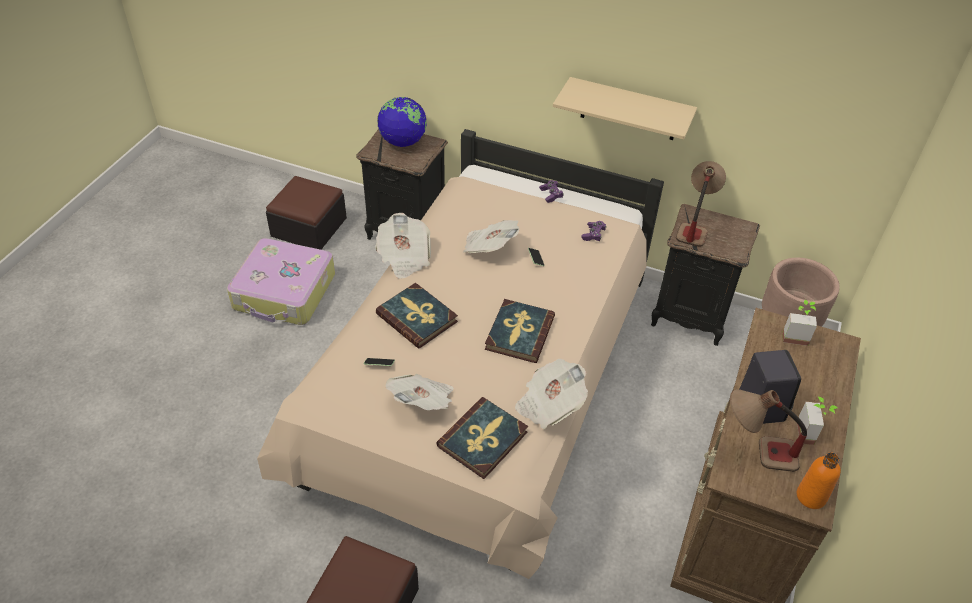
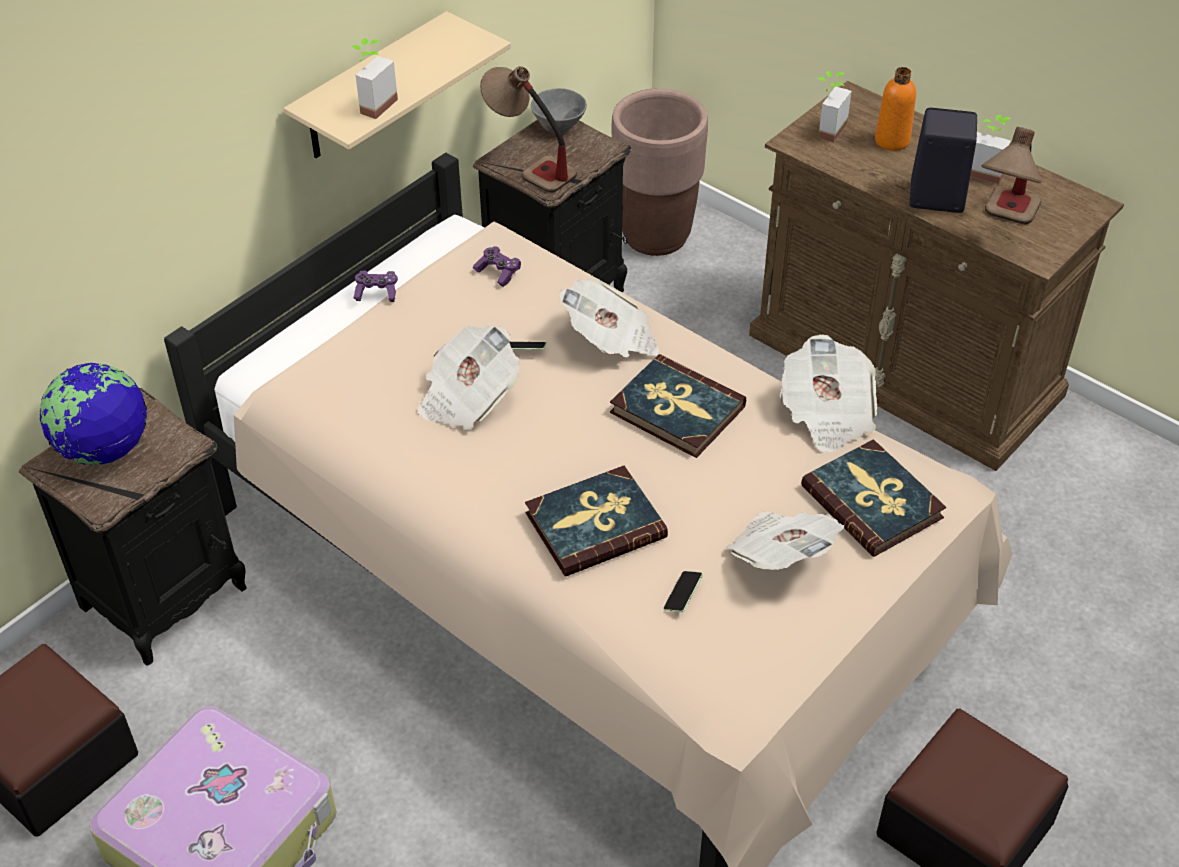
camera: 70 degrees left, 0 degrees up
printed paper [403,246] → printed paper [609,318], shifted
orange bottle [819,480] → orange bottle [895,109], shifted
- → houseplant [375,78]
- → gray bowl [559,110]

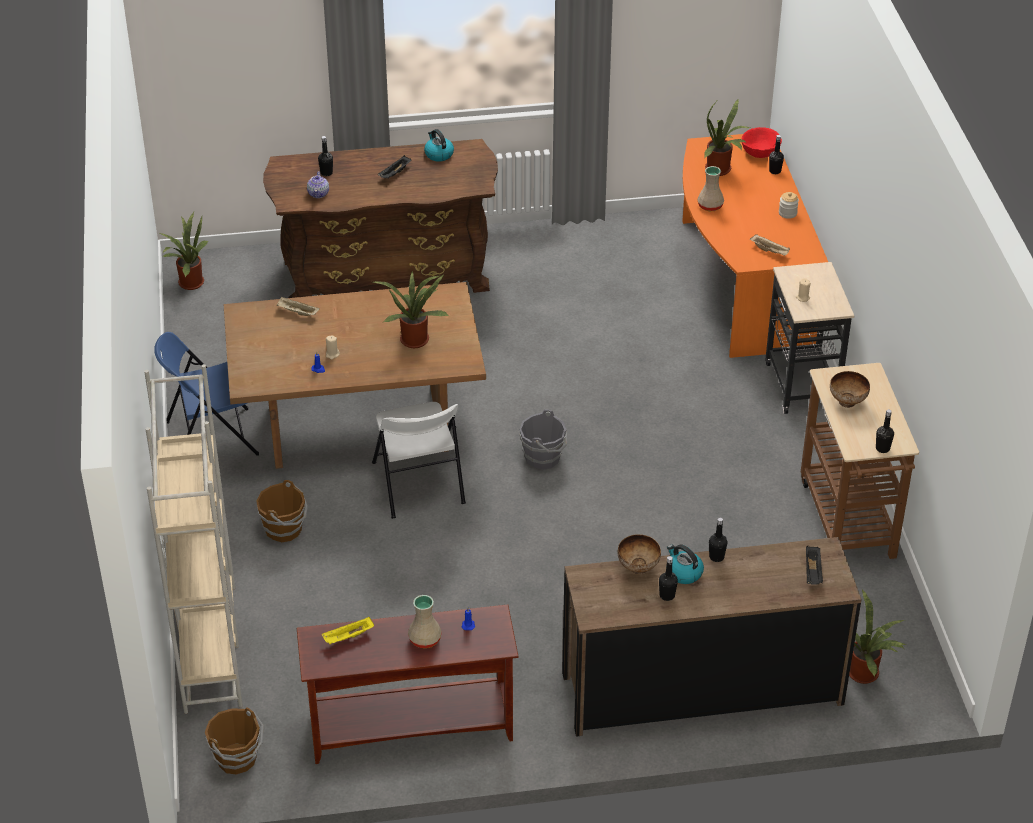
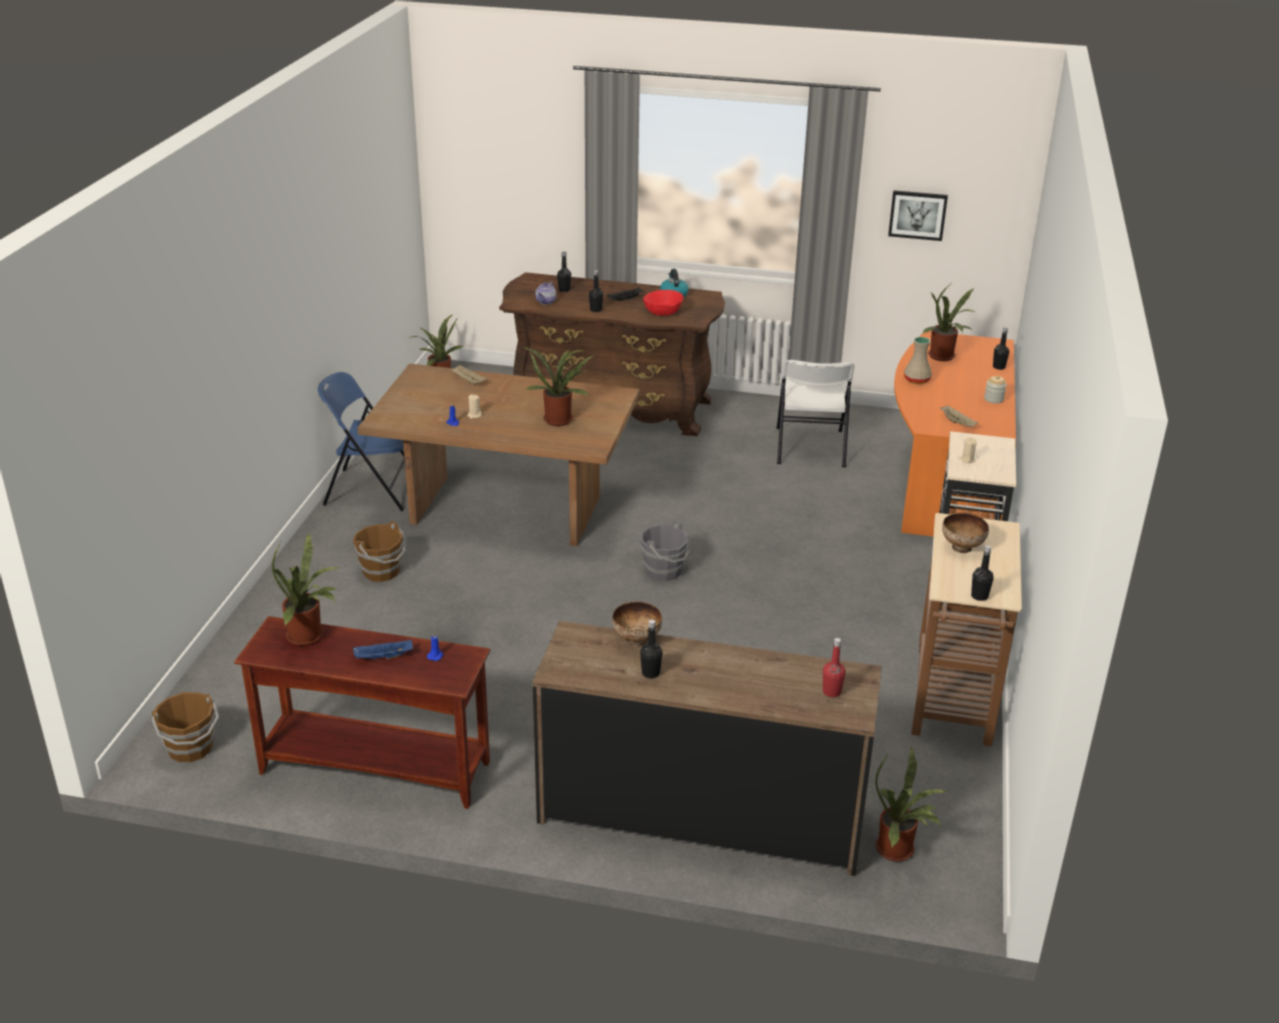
camera: 20 degrees right, 10 degrees down
sand-coloured bookshelf [193,539] → -
yellow carrying tray [348,630] → houseplant [306,590]
white upright chair [419,460] → white upright chair [815,413], shifted
sand-coloured flower vase [425,621] → bluish carrying tray [383,649]
tea kettle [685,564] → -
blackish bottle [718,539] → blackish bottle [596,291], shifted
reddish bowl [762,142] → reddish bowl [663,303], shifted
blackish carrying tray [814,565] → reddish bottle [834,667]
- → picture [918,215]

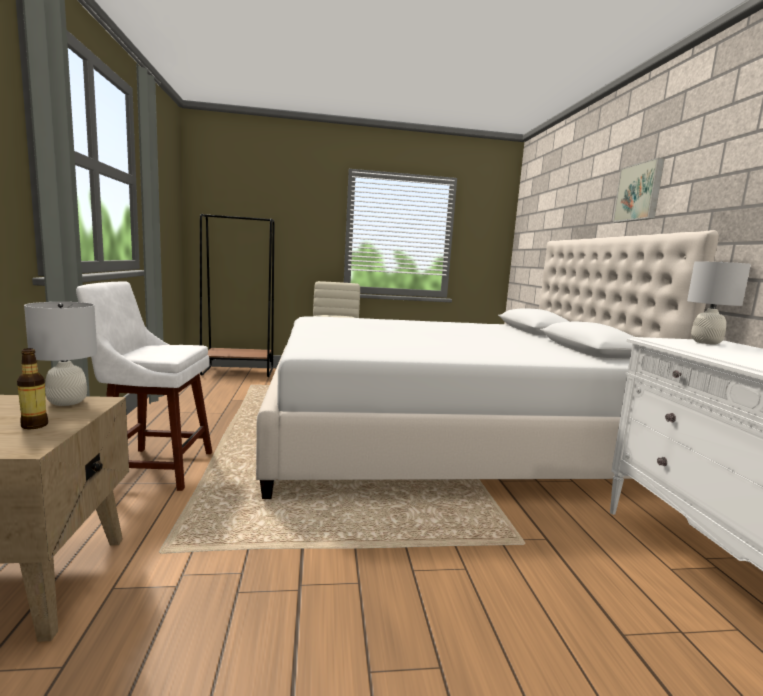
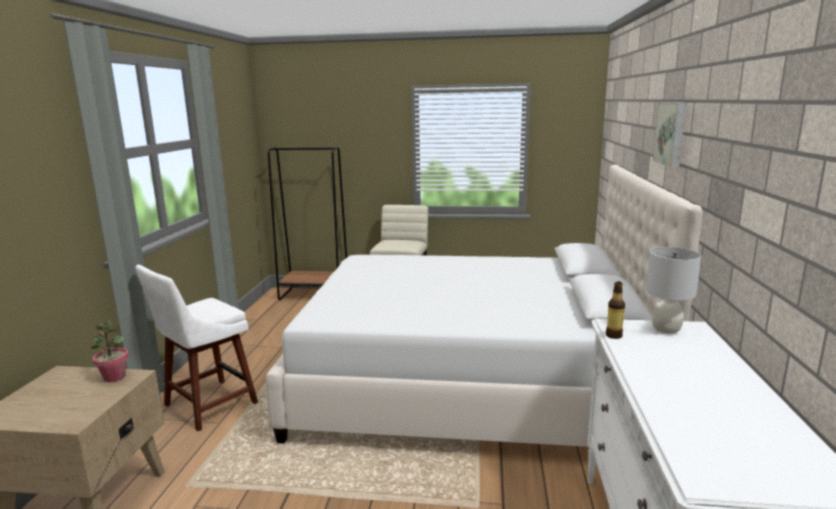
camera: 15 degrees right, 5 degrees up
bottle [32,388] → bottle [615,310], shifted
gray lamp for a table [60,354] → houseplant [109,350]
white upright chair [144,386] → white upright chair [196,347], 60 degrees counterclockwise

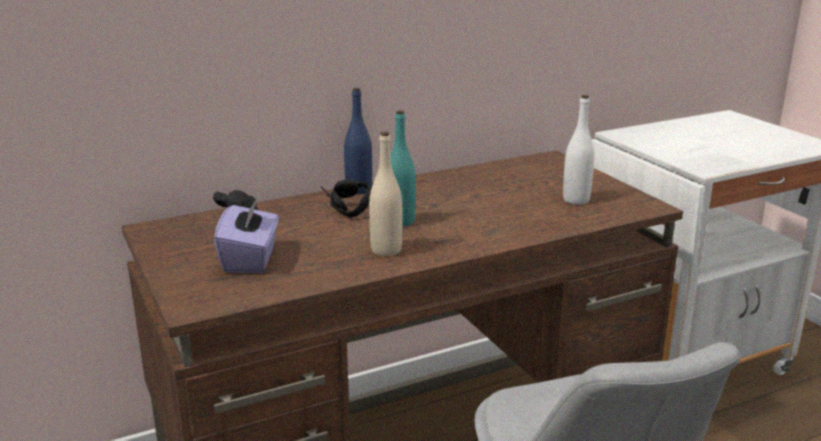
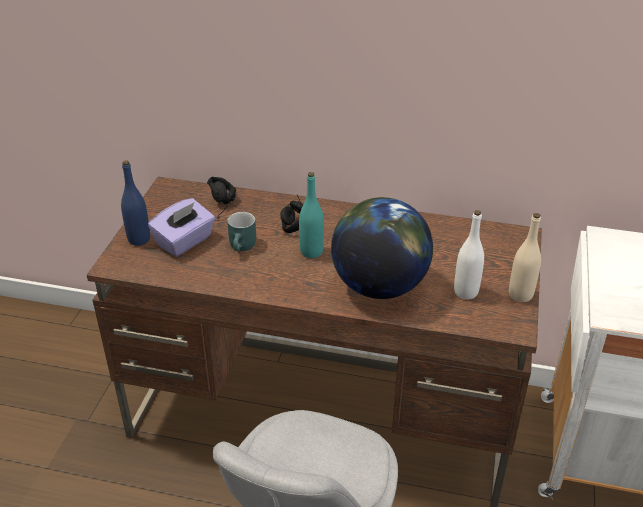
camera: 40 degrees right, 15 degrees up
bluish bottle [358,141] → bluish bottle [135,203], shifted
sand-coloured bottle [385,194] → sand-coloured bottle [525,257], shifted
- → blue-green tea mug [241,231]
- → globe [382,248]

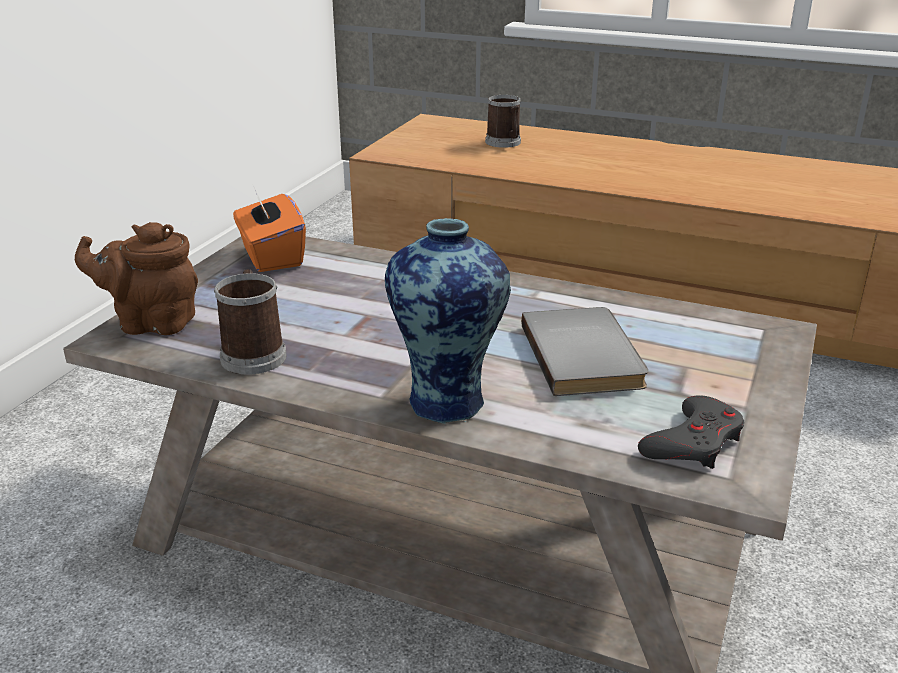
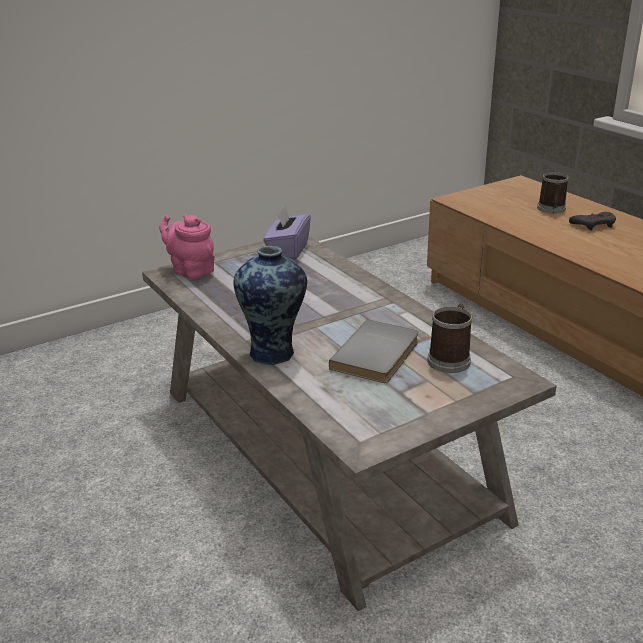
camera: 35 degrees right, 0 degrees up
brownish teapot [136,278] → pinkish teapot [187,246]
tea mug [250,322] → tea mug [449,338], shifted
orange tissue holder [269,228] → purplish tissue holder [287,232]
gray gamepad [691,432] → gray gamepad [592,221], shifted

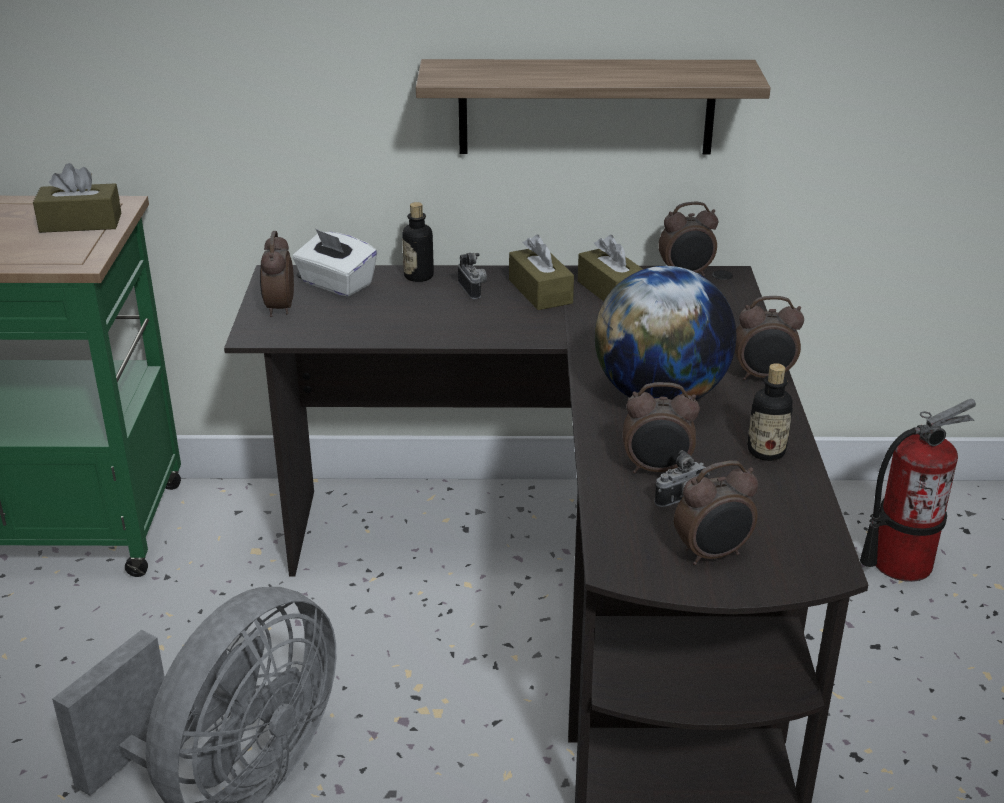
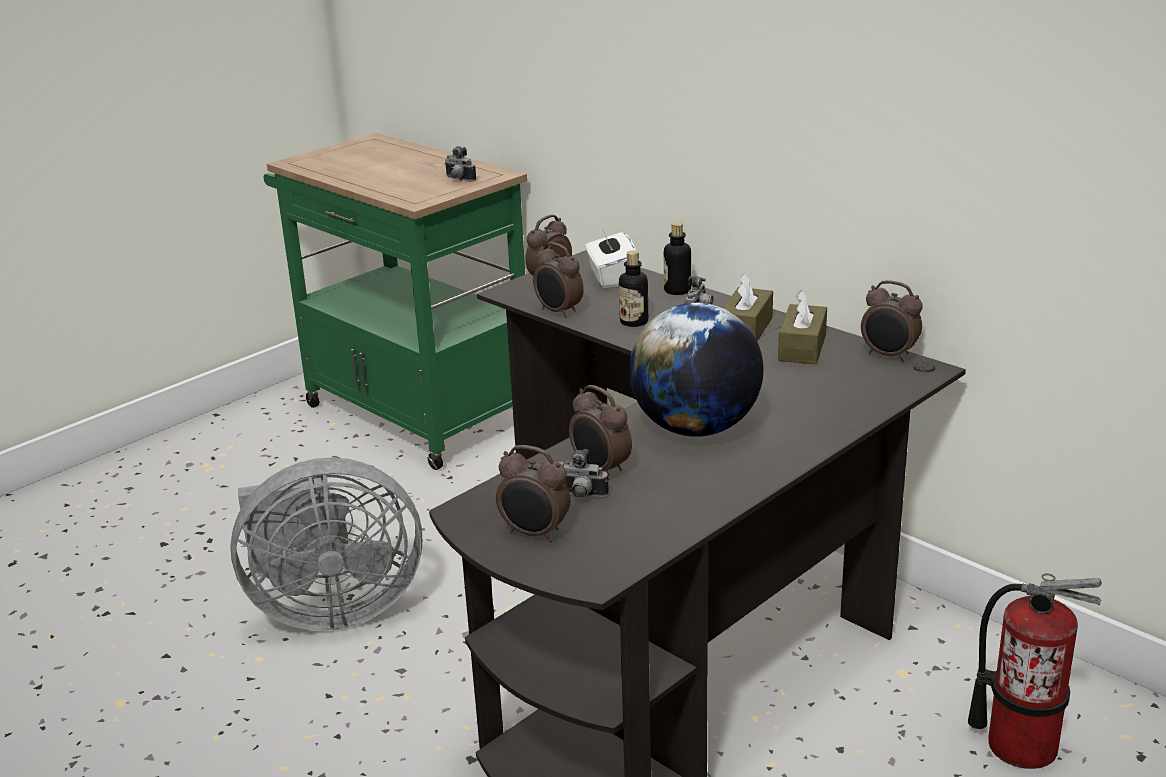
camera: 45 degrees right, 5 degrees down
brownish tissue holder [77,198] → still camera [460,164]
bracket shelf [593,106] → -
bedside clock [769,338] → bedside clock [558,280], shifted
bottle [770,412] → bottle [633,289], shifted

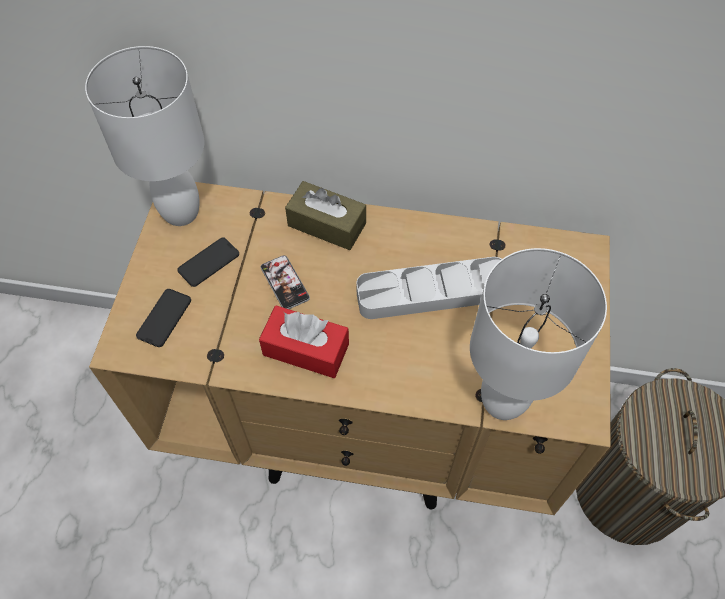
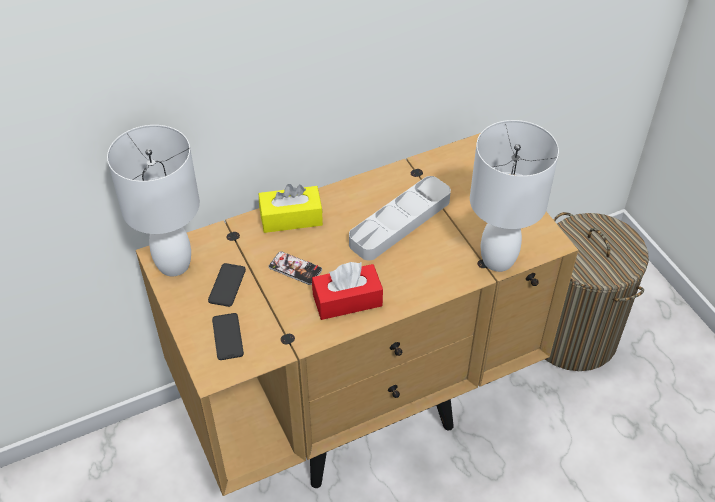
camera: 35 degrees left, 10 degrees down
brownish tissue holder [325,215] → yellow tissue holder [291,208]

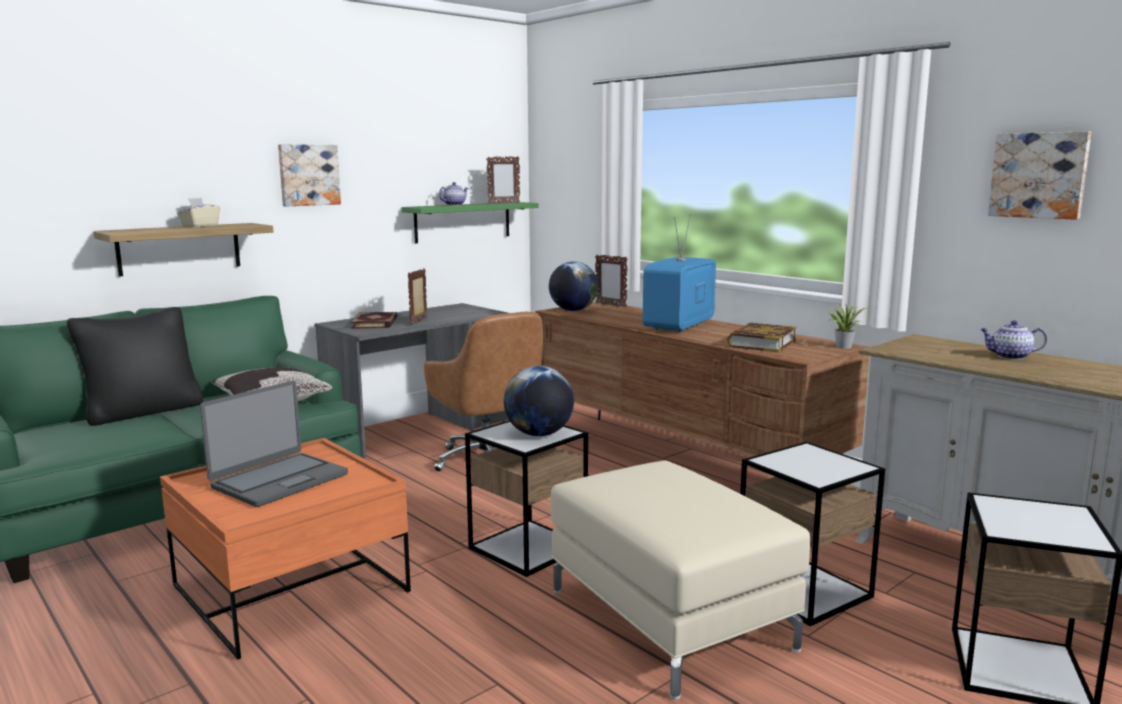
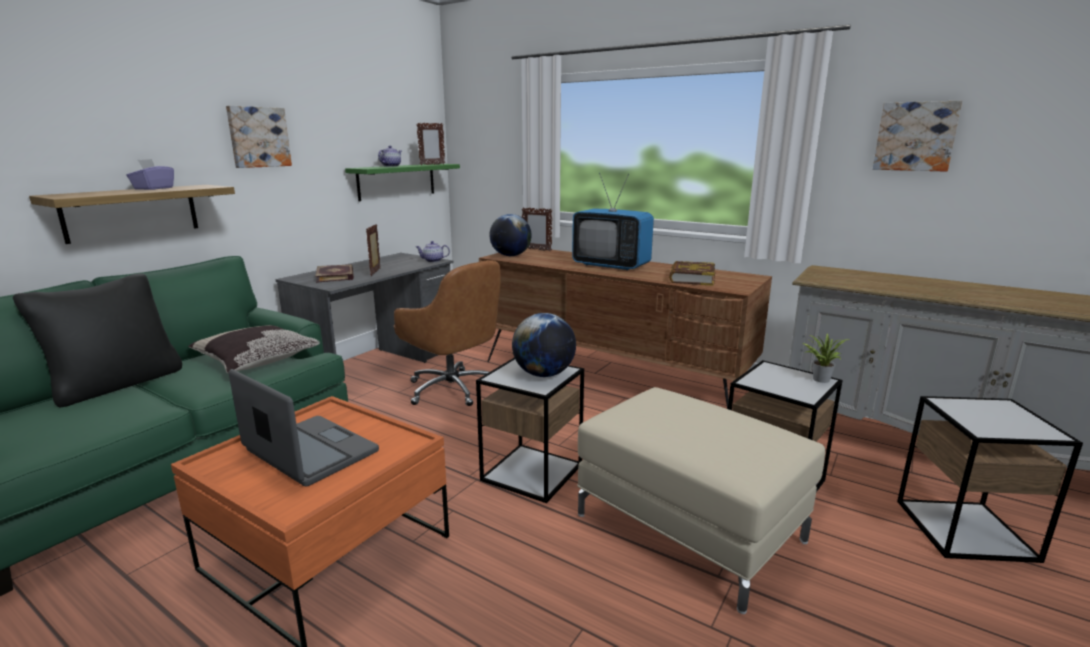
camera: 15 degrees left, 5 degrees up
sand-coloured tissue holder [198,212] → purplish tissue holder [150,174]
portable computer [274,444] → portable computer [304,428], 75 degrees counterclockwise
television [679,273] → television [613,222], 75 degrees counterclockwise
houseplant [847,326] → houseplant [826,358], shifted
teapot [1013,340] → teapot [433,251], shifted

